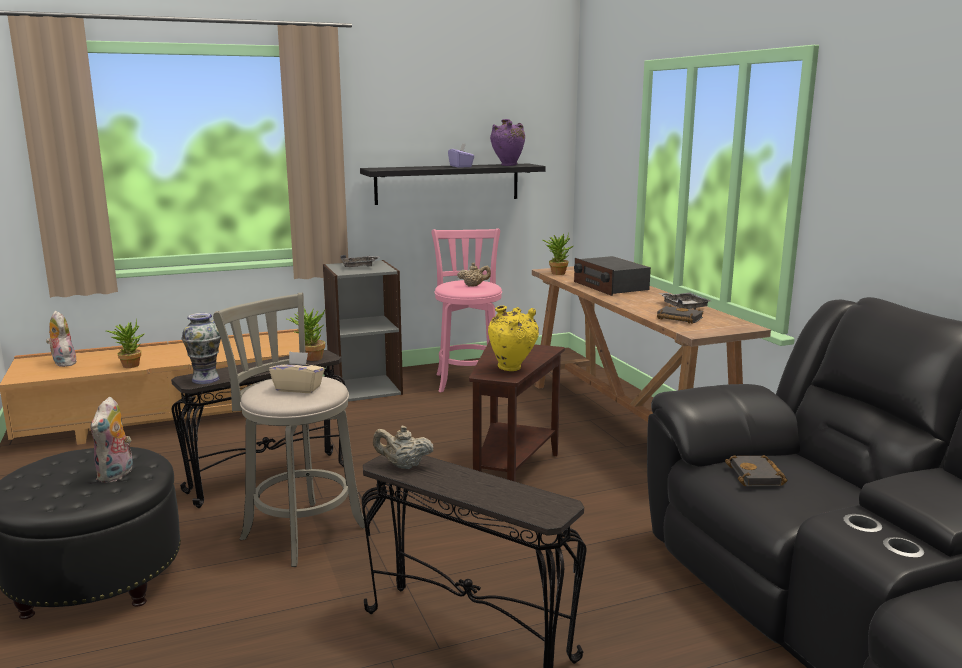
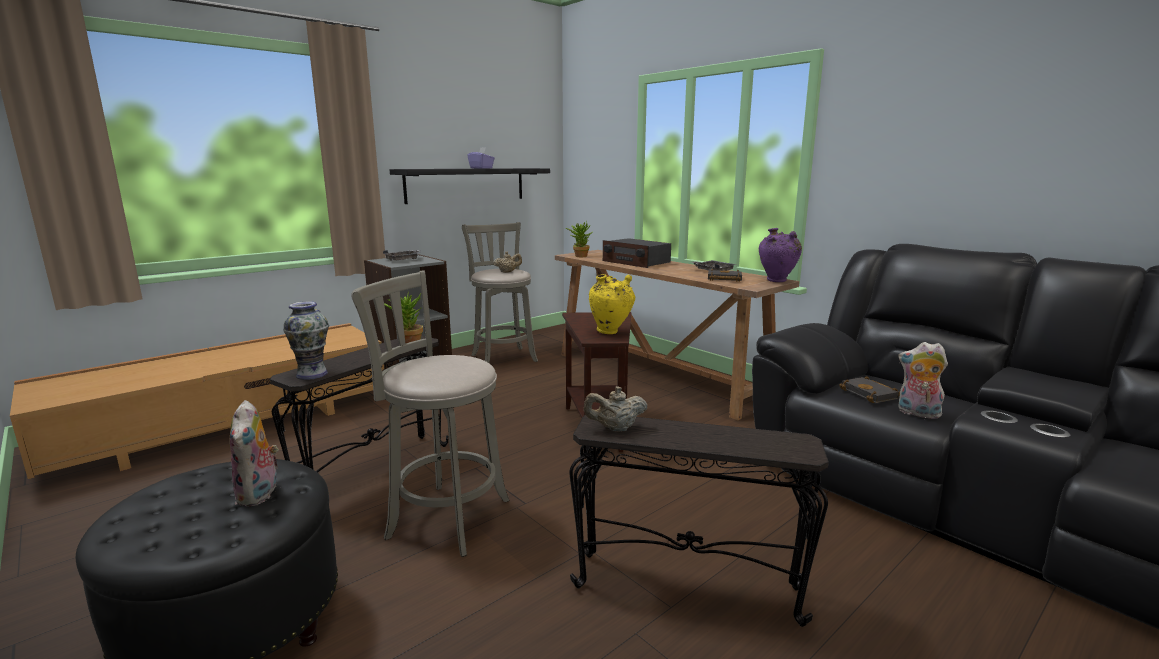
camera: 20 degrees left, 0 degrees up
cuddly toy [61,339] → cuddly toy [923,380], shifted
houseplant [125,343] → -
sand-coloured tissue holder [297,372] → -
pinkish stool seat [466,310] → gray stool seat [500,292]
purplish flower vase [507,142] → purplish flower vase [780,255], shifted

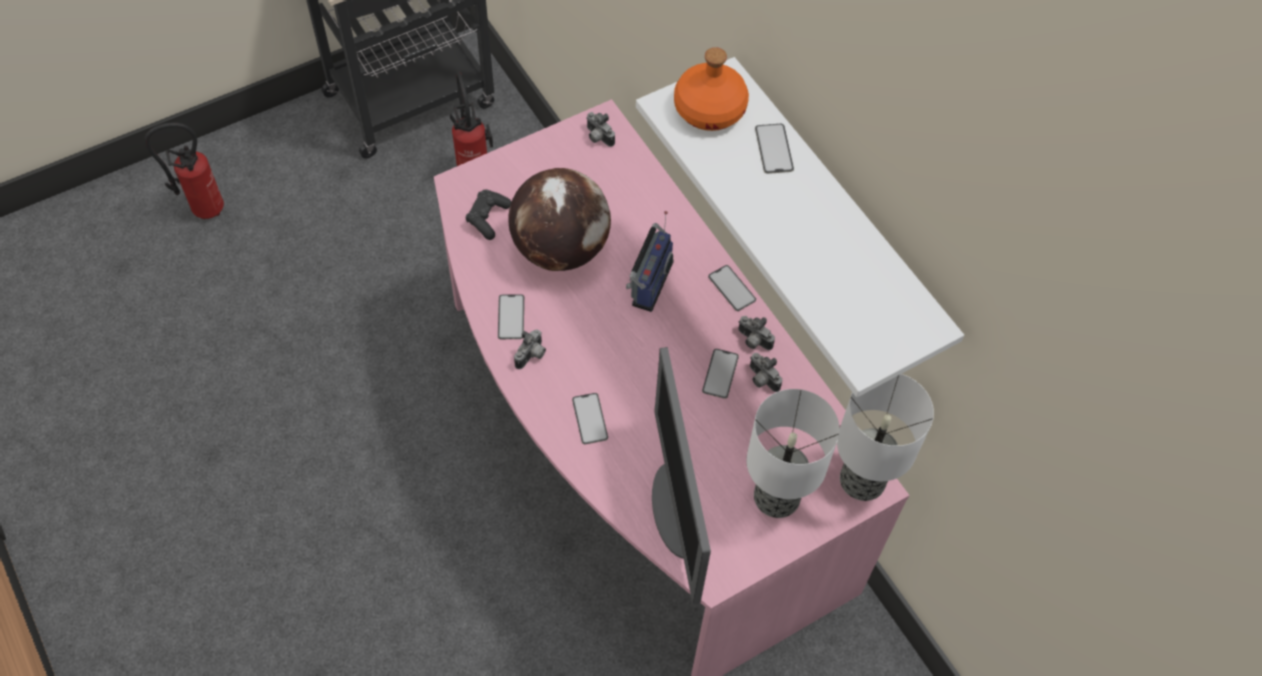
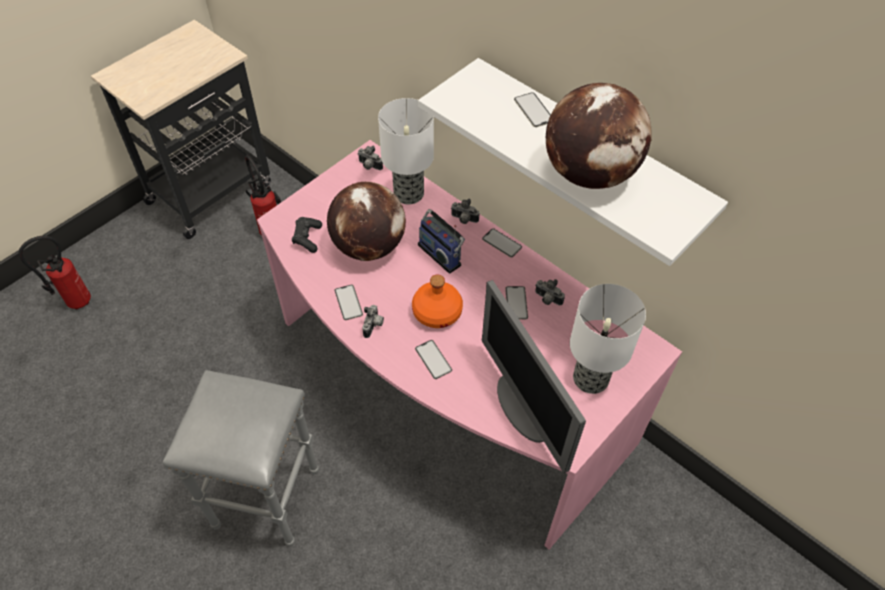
camera: 15 degrees left, 5 degrees down
radio set [650,261] → radio set [441,241], 135 degrees clockwise
orange bottle [711,89] → orange bottle [437,301], shifted
still camera [756,333] → still camera [465,211], shifted
lamp for a table [885,437] → lamp for a table [406,151], shifted
- → gray stool seat [241,458]
- → globe [599,136]

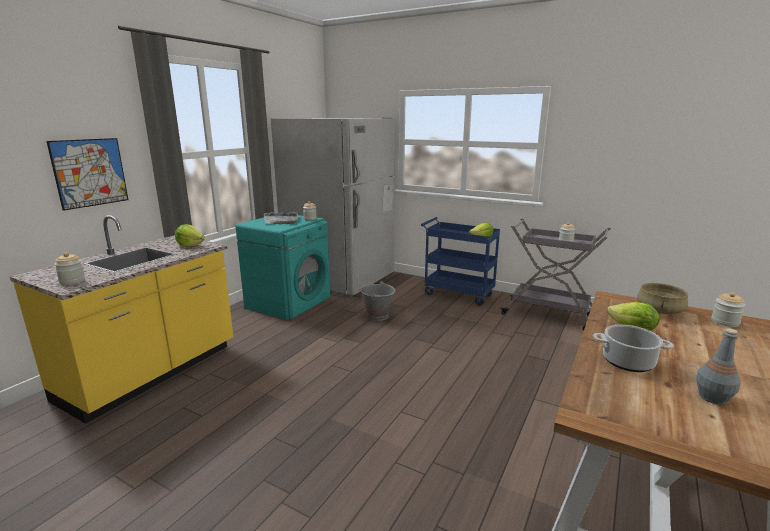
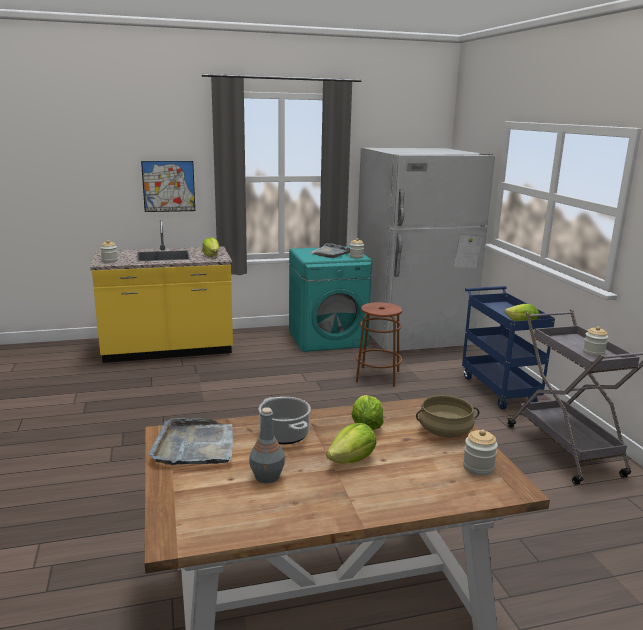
camera: 45 degrees right, 0 degrees up
gray pail [377,301] → brownish stool seat [379,344]
- → gray carrying tray [190,441]
- → lettuce head [351,443]

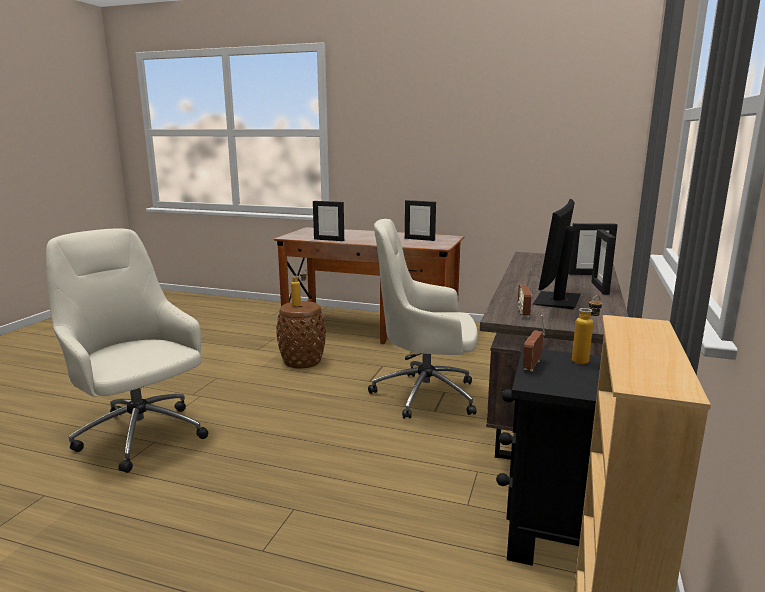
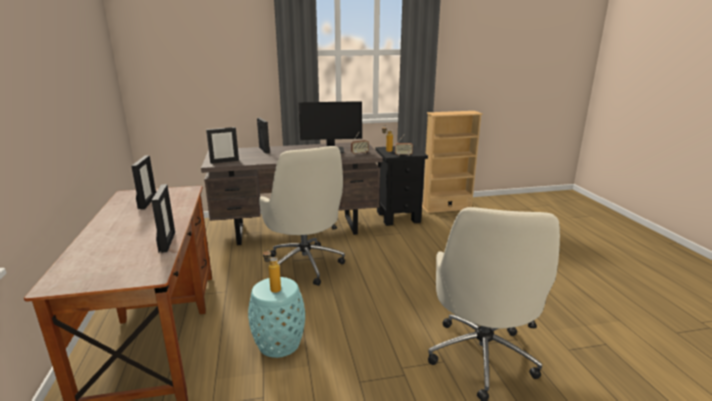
camera: 120 degrees left, 5 degrees up
brownish stool seat [301,334] → blue-green stool seat [276,317]
standing frame [603,262] → standing frame [222,145], shifted

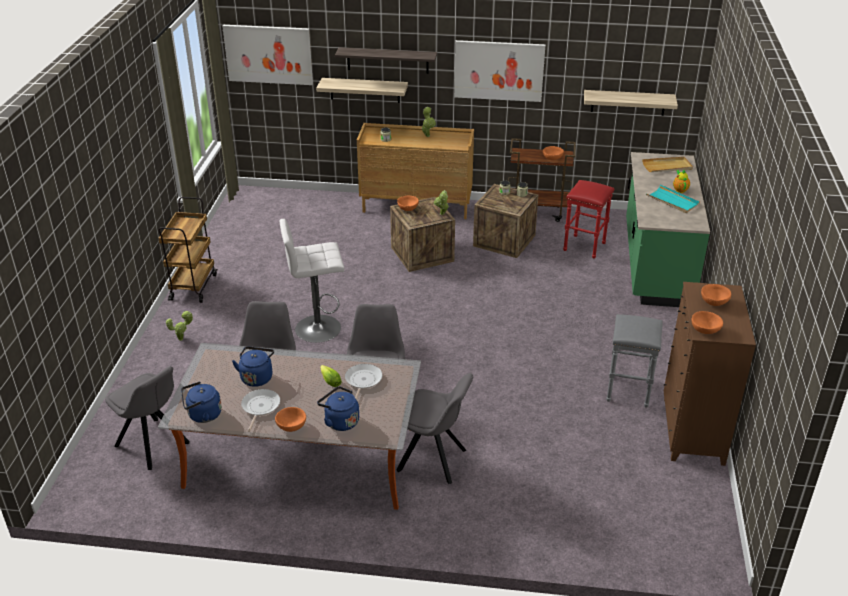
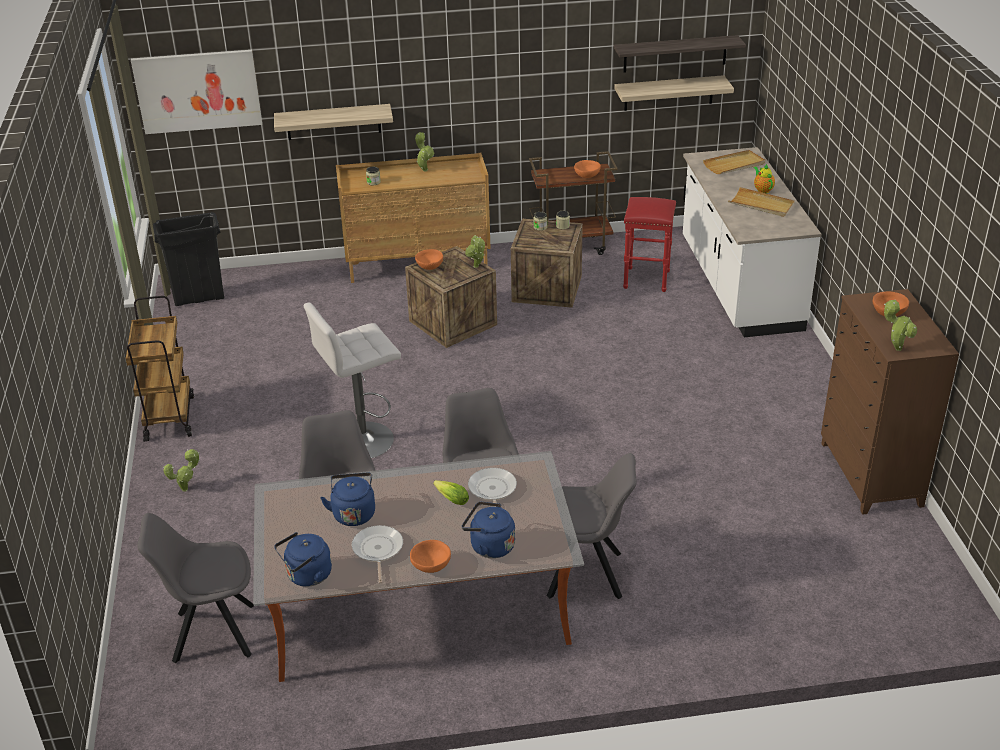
camera: 15 degrees left, 0 degrees up
gray upright chair [147,418] → gray upright chair [195,588], 150 degrees clockwise
bracket shelf [386,60] → bracket shelf [680,53], shifted
picture [500,71] → -
gray stool seat [634,360] → -
green counter [668,229] → white counter [752,242]
blue-green carrying tray [673,199] → sand-coloured carrying tray [761,202]
orange bowl [707,322] → houseplant [900,325]
- → blackish rubbish bin [188,259]

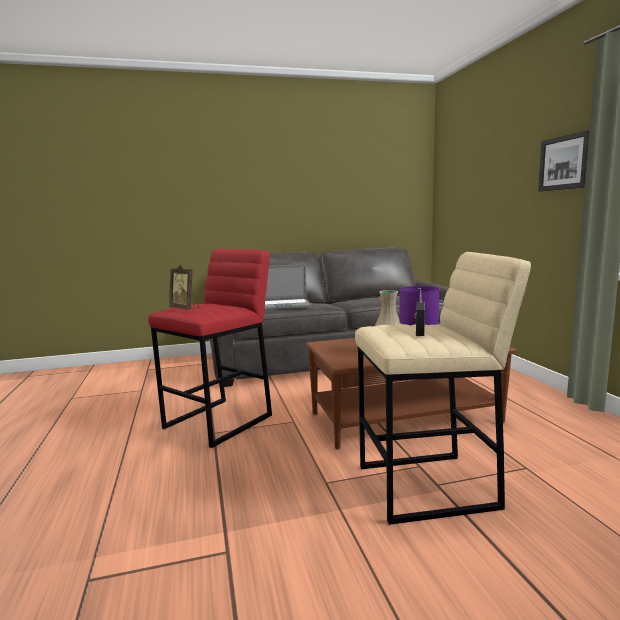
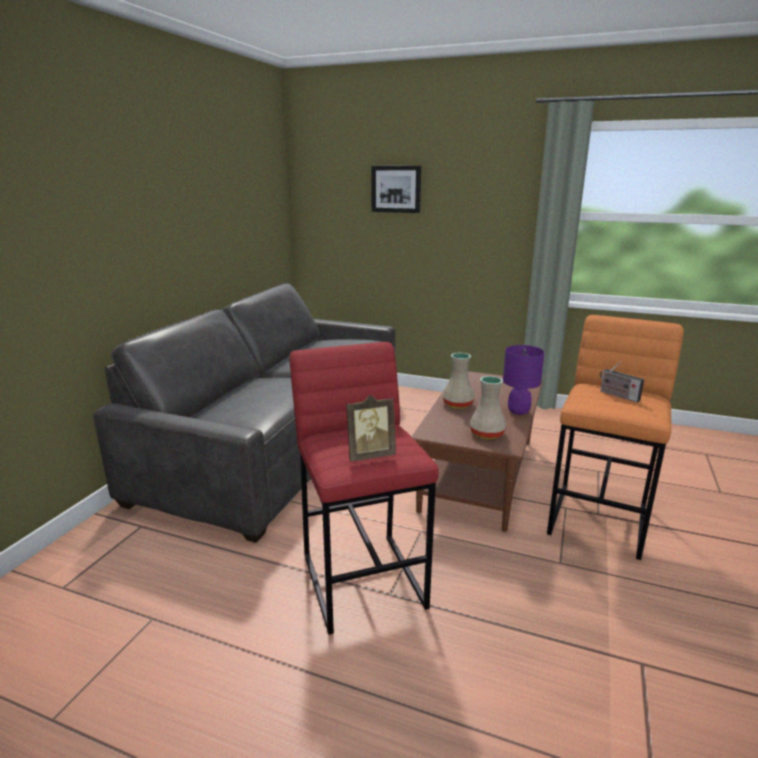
camera: 55 degrees left, 10 degrees up
portable computer [288,286] → -
sand-coloured stool seat [443,388] → orange stool seat [615,437]
picture [563,161] → picture [396,189], shifted
- → sand-coloured flower vase [488,407]

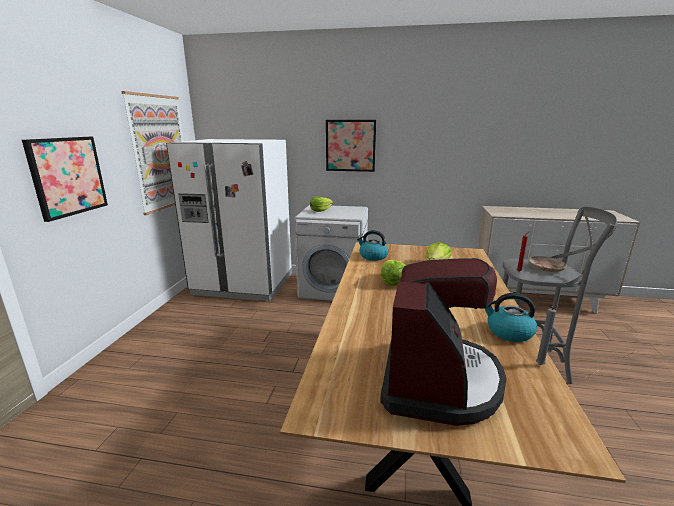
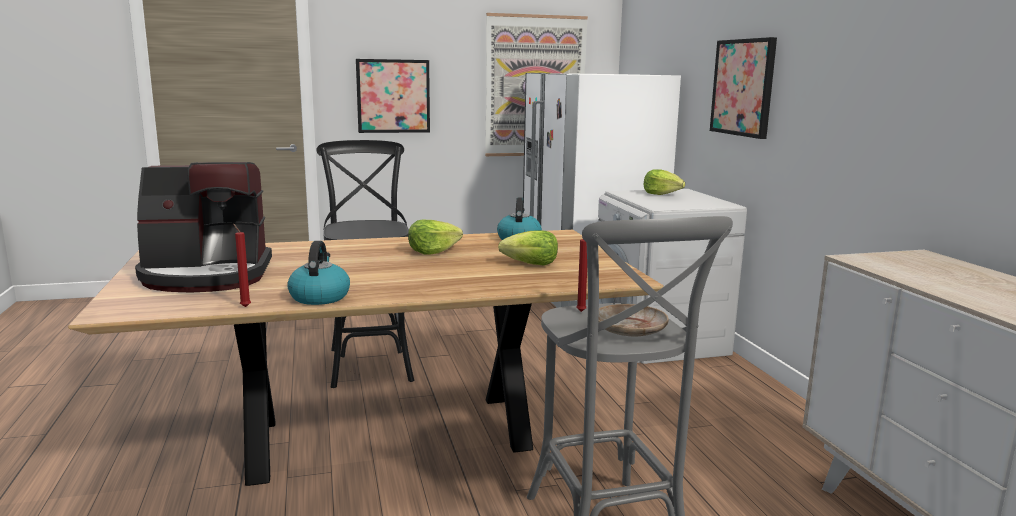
camera: 65 degrees right, 5 degrees down
gray candle [546,335] → reddish candle [242,265]
- → blackish stool seat [365,264]

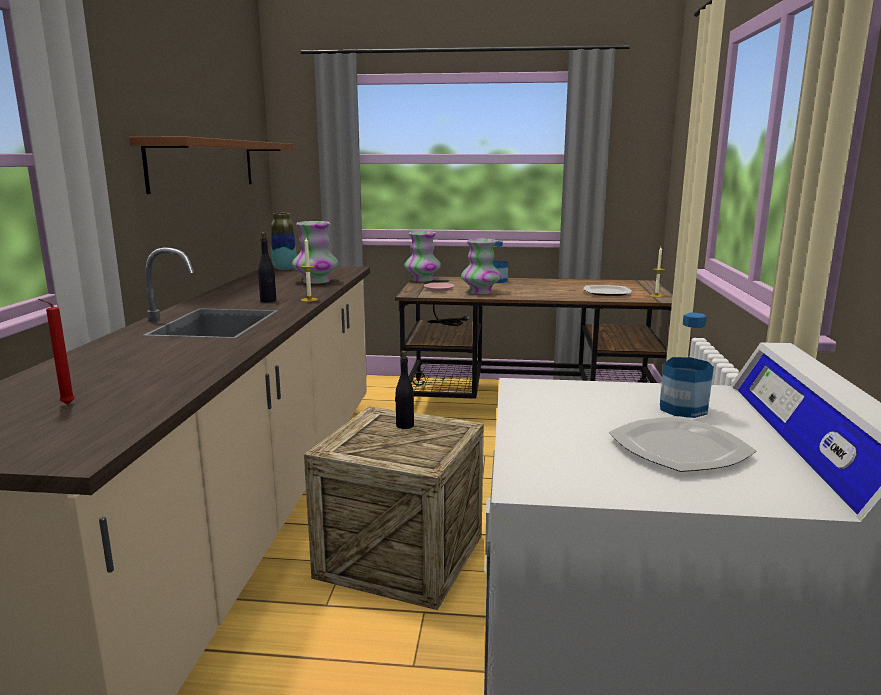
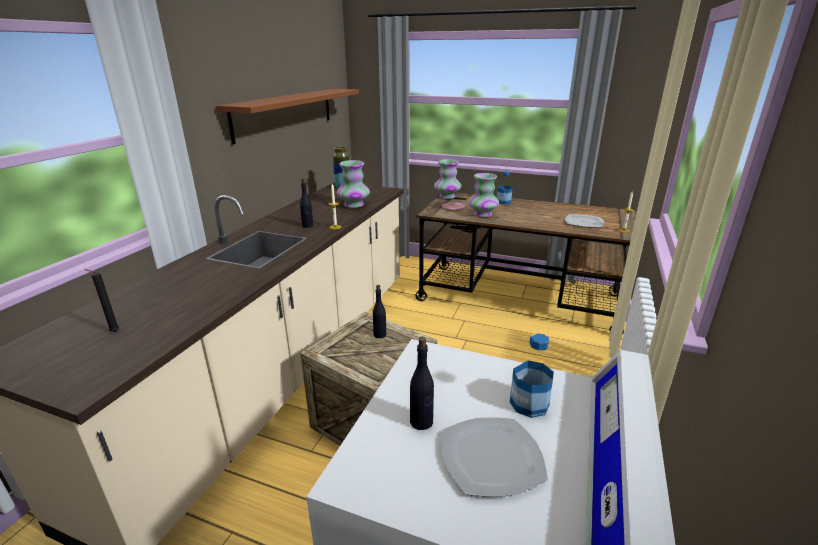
camera: 15 degrees right, 10 degrees up
reddish candle [56,352] → blackish candle [101,300]
- → blackish bottle [422,383]

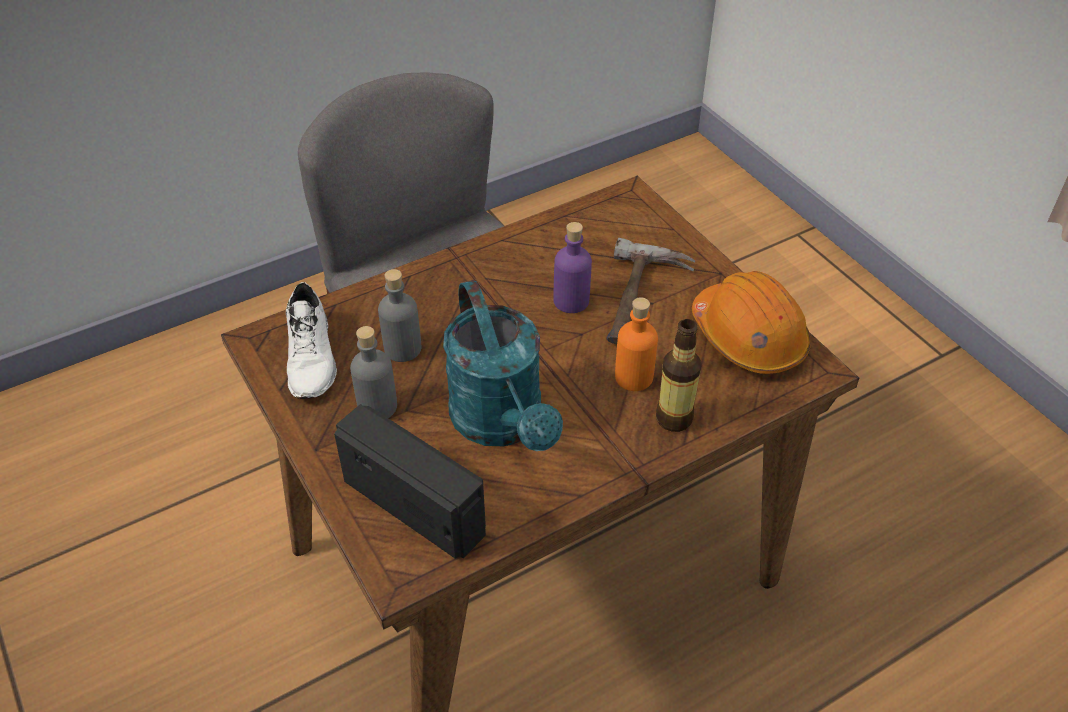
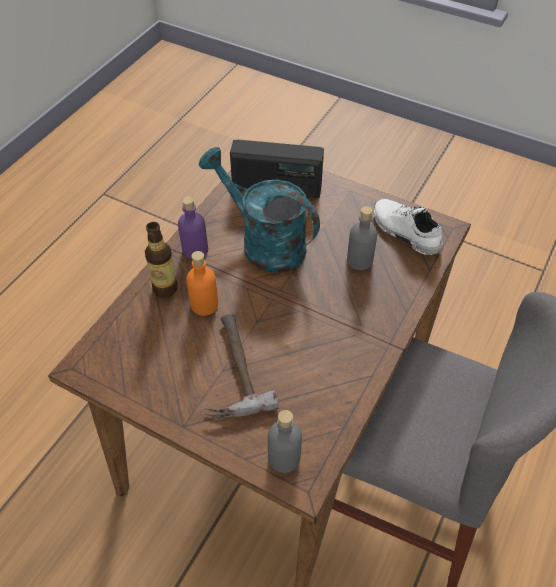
camera: 150 degrees right, 5 degrees up
gray bottle [373,372] → gray bottle [285,441], shifted
purplish bottle [572,267] → purplish bottle [193,228], shifted
orange hard hat [751,322] → -

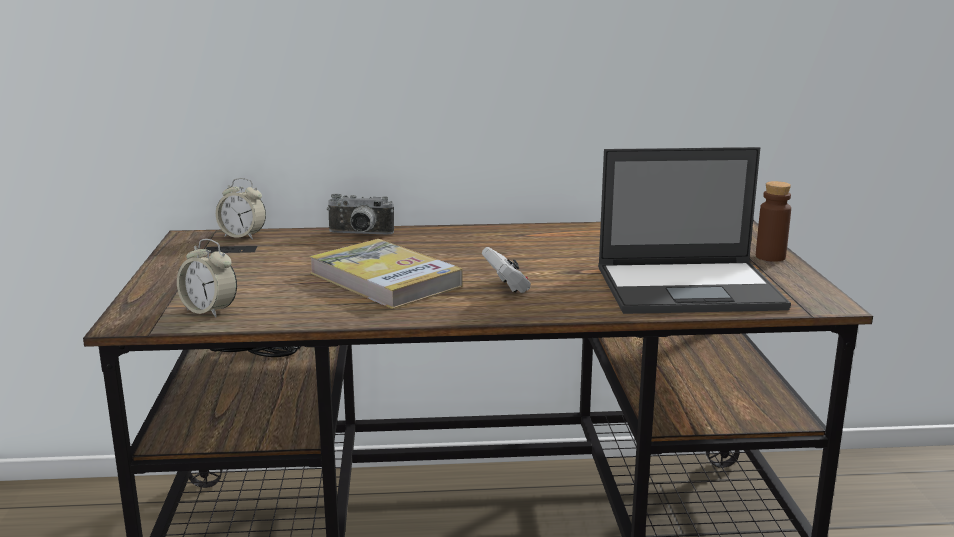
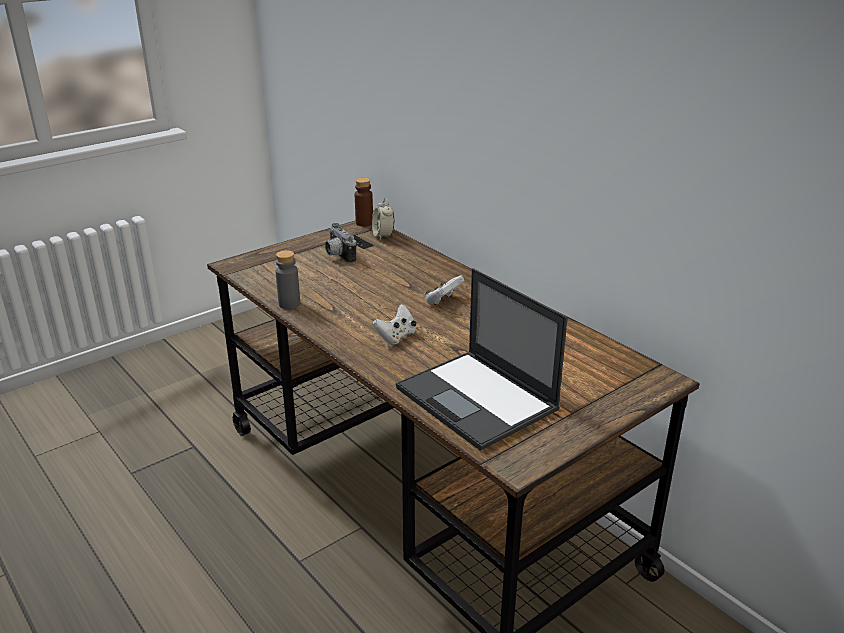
camera: 55 degrees right, 10 degrees up
bedside clock [207,278] → -
volume [386,274] → -
still camera [360,214] → still camera [340,243], shifted
brownish bottle [773,221] → brownish bottle [364,202], shifted
- → gray bottle [287,279]
- → white gamepad [444,290]

